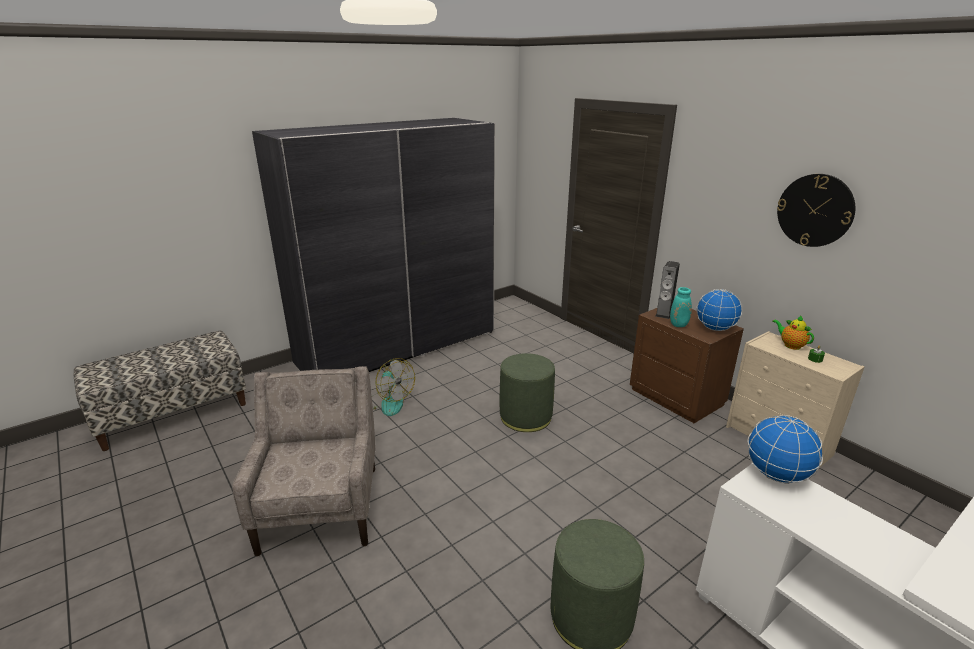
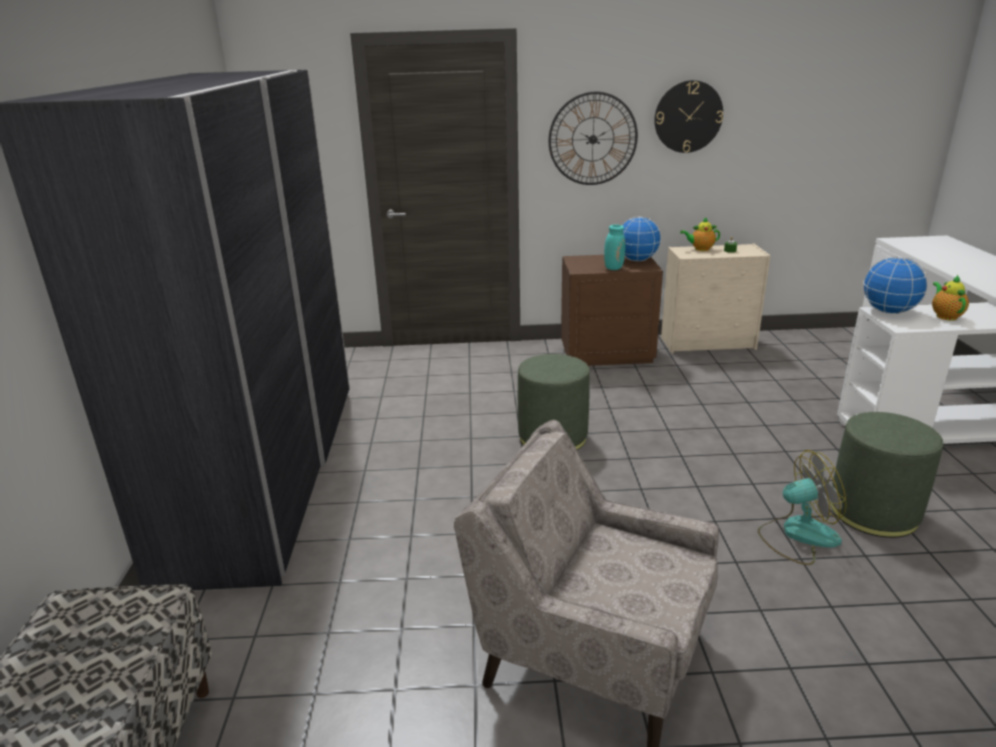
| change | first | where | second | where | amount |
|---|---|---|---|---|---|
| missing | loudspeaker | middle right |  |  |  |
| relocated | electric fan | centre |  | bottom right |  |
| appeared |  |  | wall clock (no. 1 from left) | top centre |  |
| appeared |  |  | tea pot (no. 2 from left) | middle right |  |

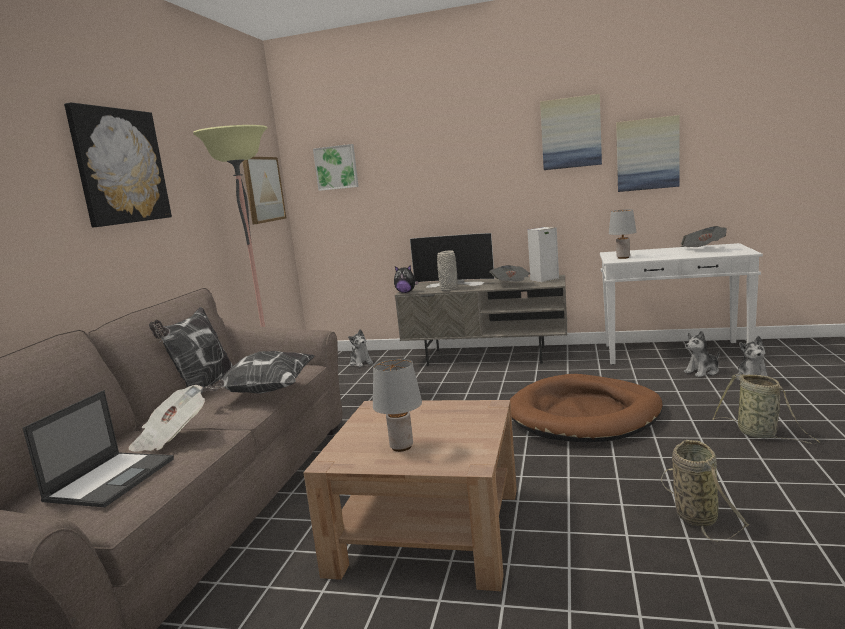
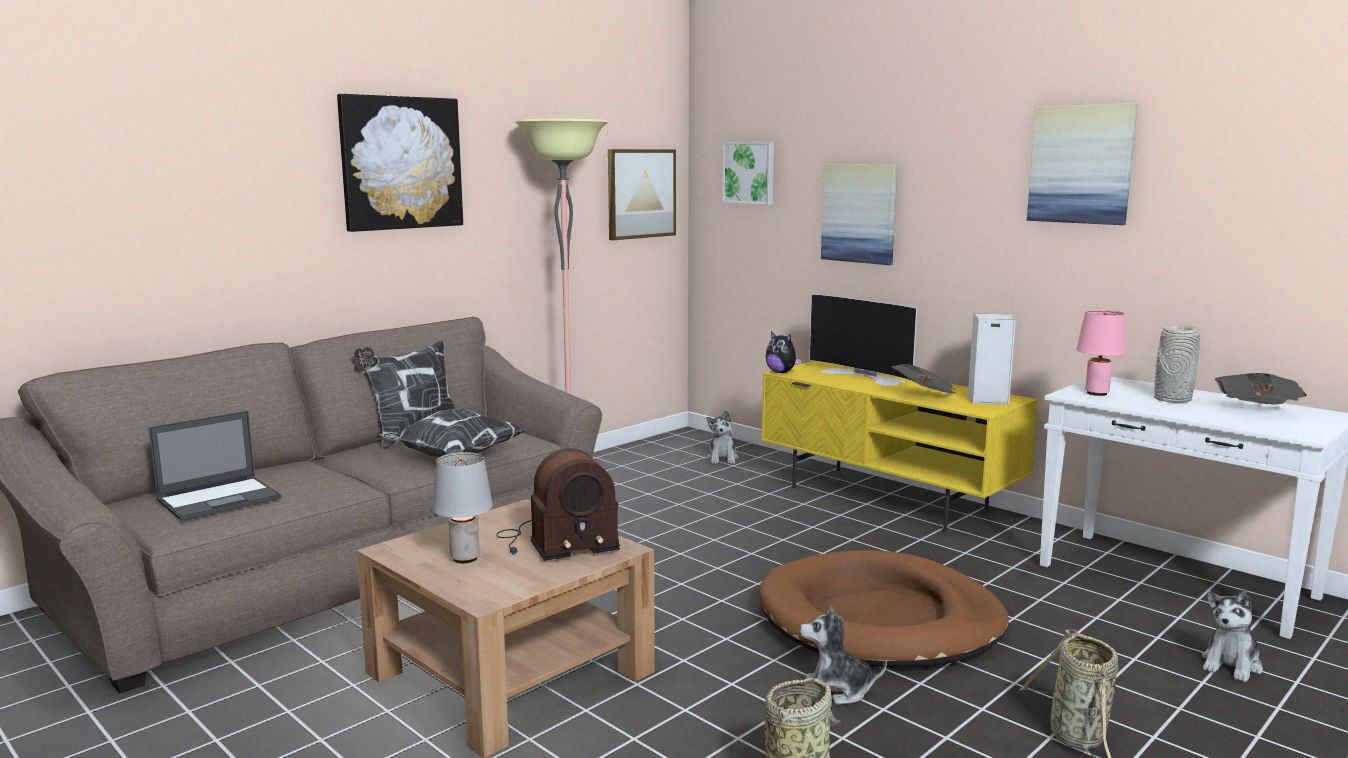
| change | first | where | second | where | amount |
|---|---|---|---|---|---|
| relocated | wall art (no. 5 from left in the first image) | top right | wall art (no. 4 from left) | top centre |  |
| colour | greyish tabletop lamp (no. 2 from left) | middle right | pink-coloured tabletop lamp | middle right |  |
| relocated | greyish vase | centre |  | middle right |  |
| colour | greyish tv stand | centre | yellow-coloured tv stand | middle right |  |
| relocated | cuddly toy (no. 3 from left) | middle right |  | bottom centre |  |
| missing | printed paper (no. 1 from left) | middle left |  |  |  |
| appeared |  |  | radio set | centre |  |

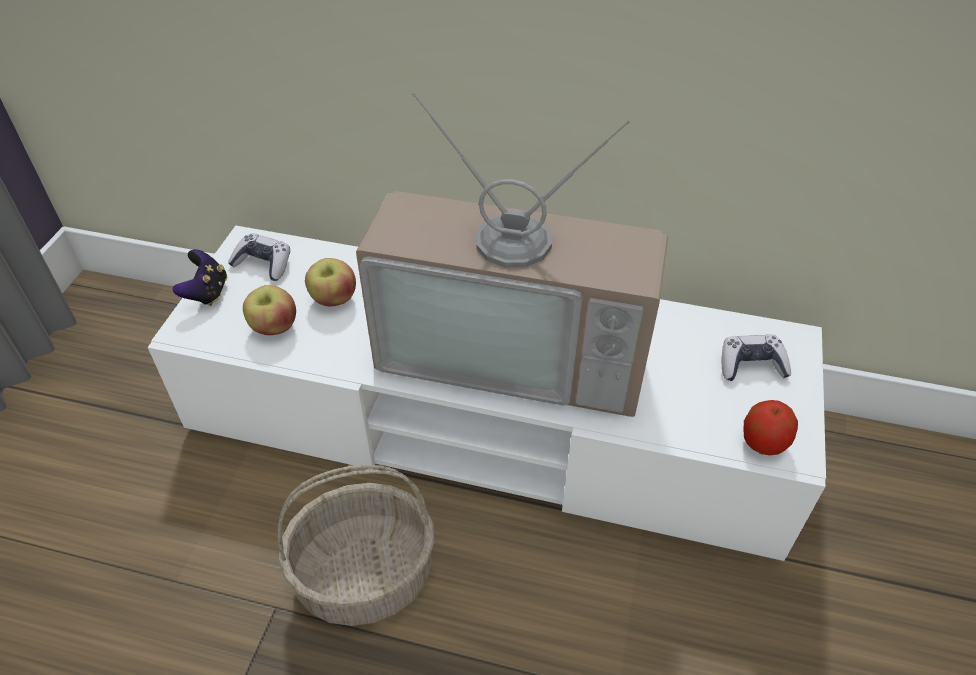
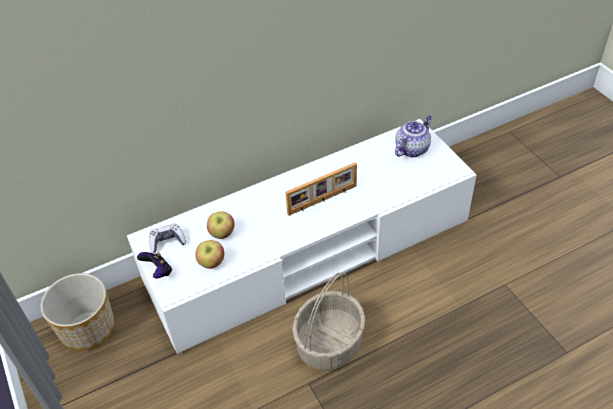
| change | first | where | second | where | amount |
|---|---|---|---|---|---|
| exchanged | television | centre | picture frame | centre |  |
| exchanged | game controller (no. 3 from left) | middle right | tea pot | top right |  |
| missing | apple fruit (no. 3 from left) | middle right |  |  |  |
| appeared |  |  | plant pot | bottom left |  |

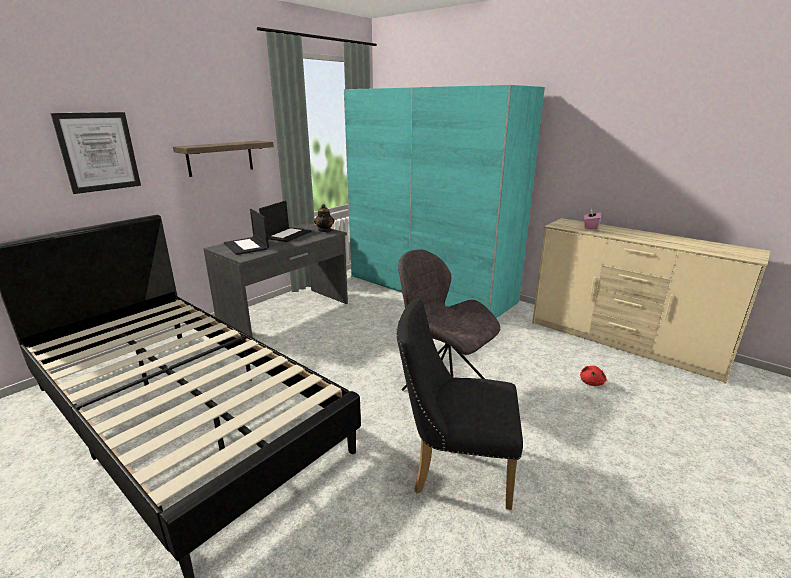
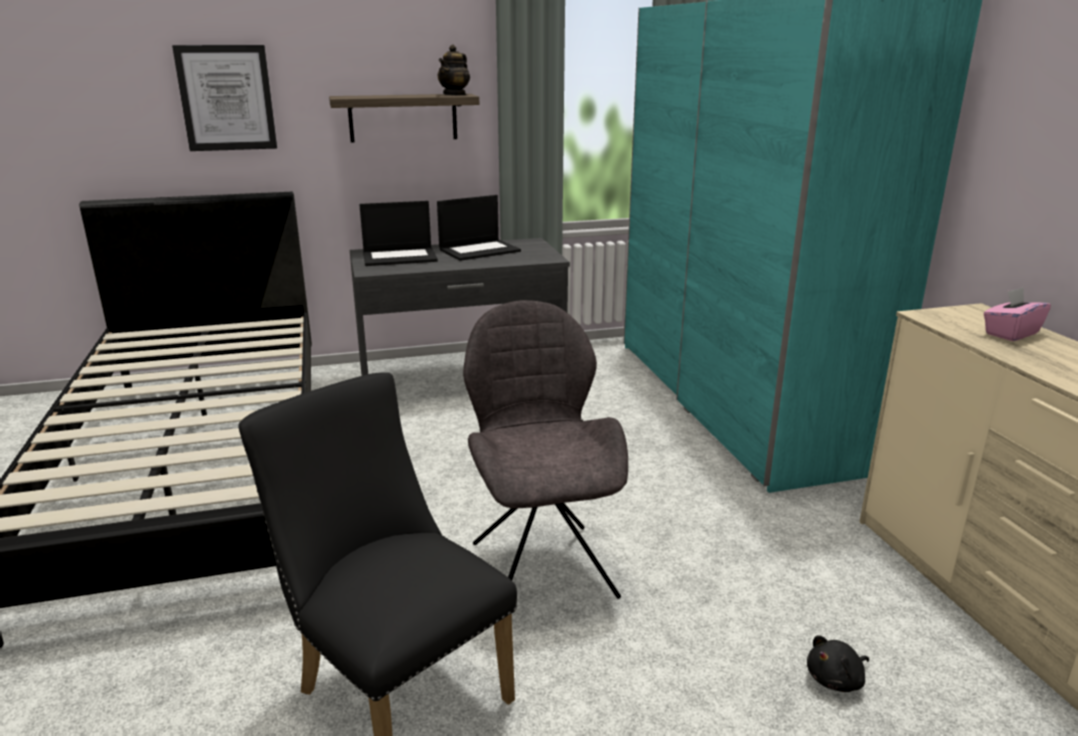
| change | first | where | second | where | amount |
|---|---|---|---|---|---|
| relocated | tea pot | centre |  | top centre |  |
| spun | notebook computer (no. 1 from left) | middle left |  | top centre | 105 degrees counterclockwise |
| colour | red-coloured cuddly toy | middle right | black cuddly toy | bottom right |  |

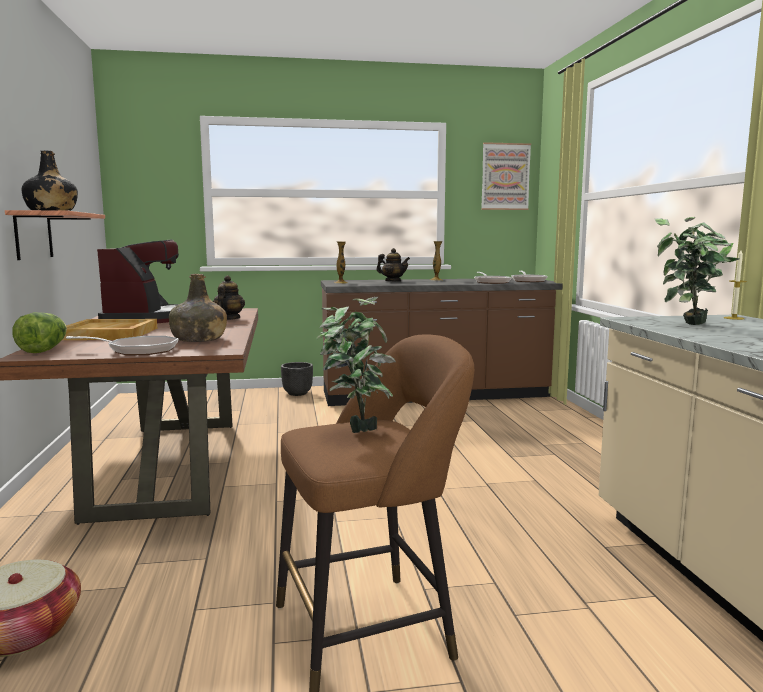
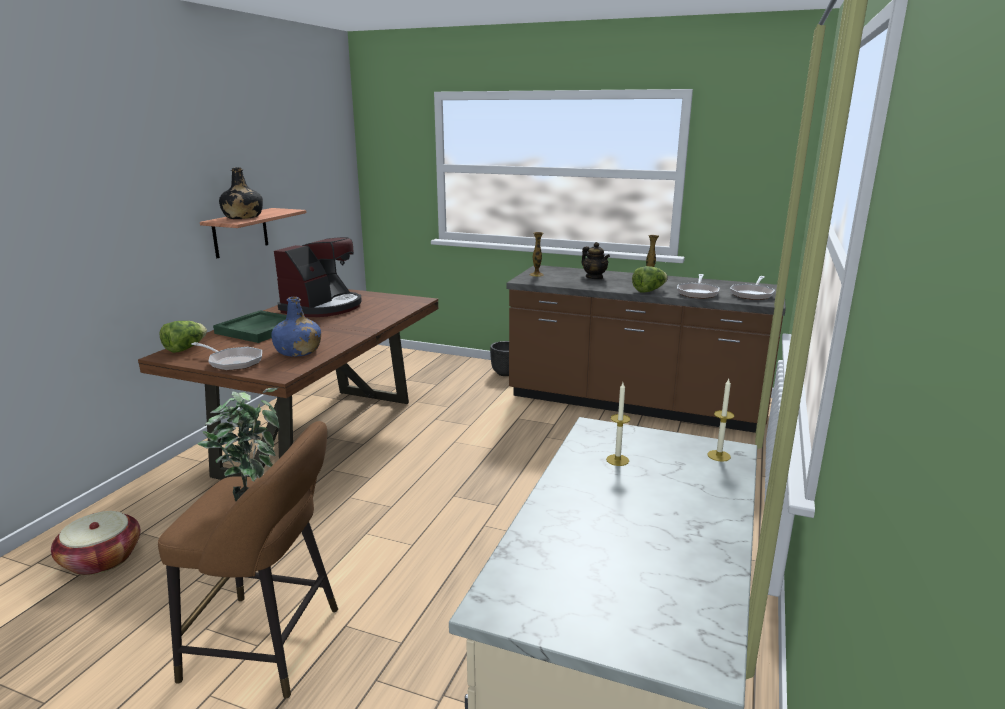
| change | first | where | second | where | amount |
|---|---|---|---|---|---|
| missing | wall art | top centre |  |  |  |
| exchanged | houseplant (no. 2 from left) | middle right | wax light (no. 1 from left) | centre |  |
| colour | green-coloured drink bottle | middle left | blue-coloured drink bottle | middle left |  |
| missing | tea pot (no. 1 from left) | middle left |  |  |  |
| colour | beige-coloured serving tray | middle left | green-coloured serving tray | middle left |  |
| appeared |  |  | head of lettuce (no. 2 from left) | centre |  |

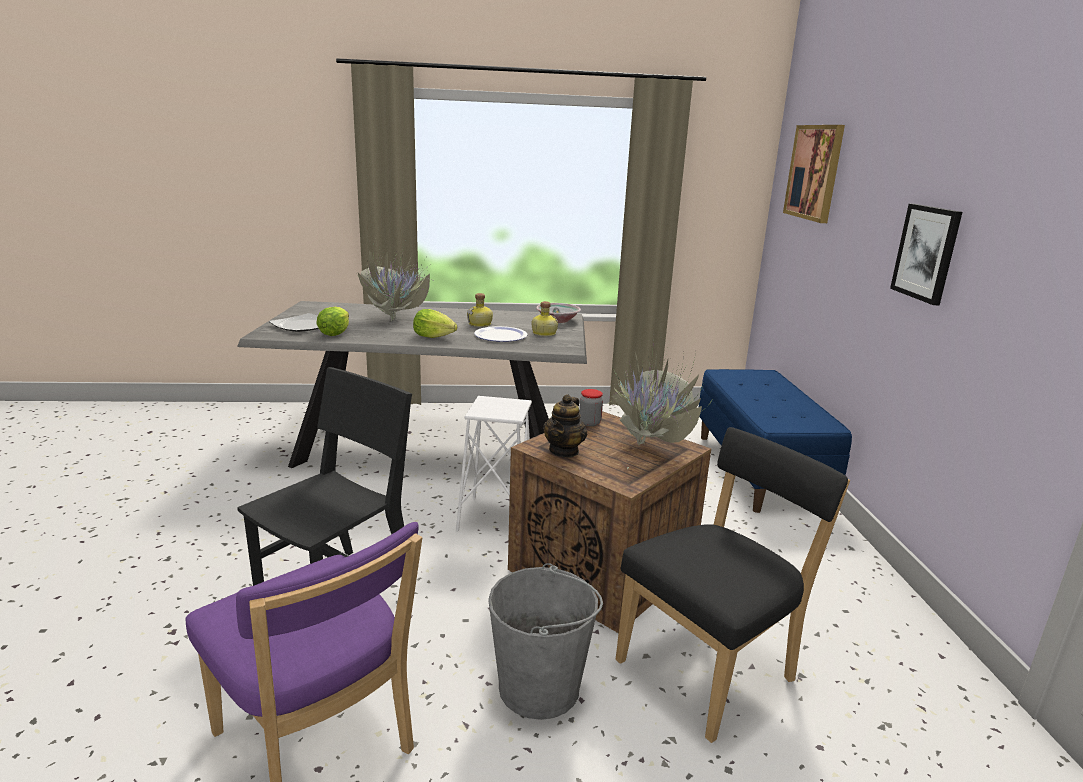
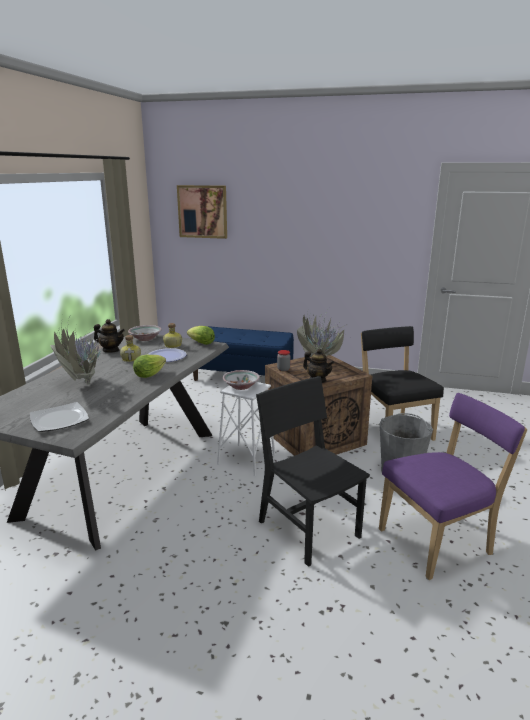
| change | first | where | second | where | amount |
|---|---|---|---|---|---|
| missing | wall art (no. 2 from left) | top right |  |  |  |
| relocated | head of lettuce (no. 1 from left in the first image) | middle left | head of lettuce (no. 2 from left) | centre |  |
| appeared |  |  | tea pot (no. 1 from left) | middle left |  |
| appeared |  |  | deep dish (no. 2 from left) | centre |  |

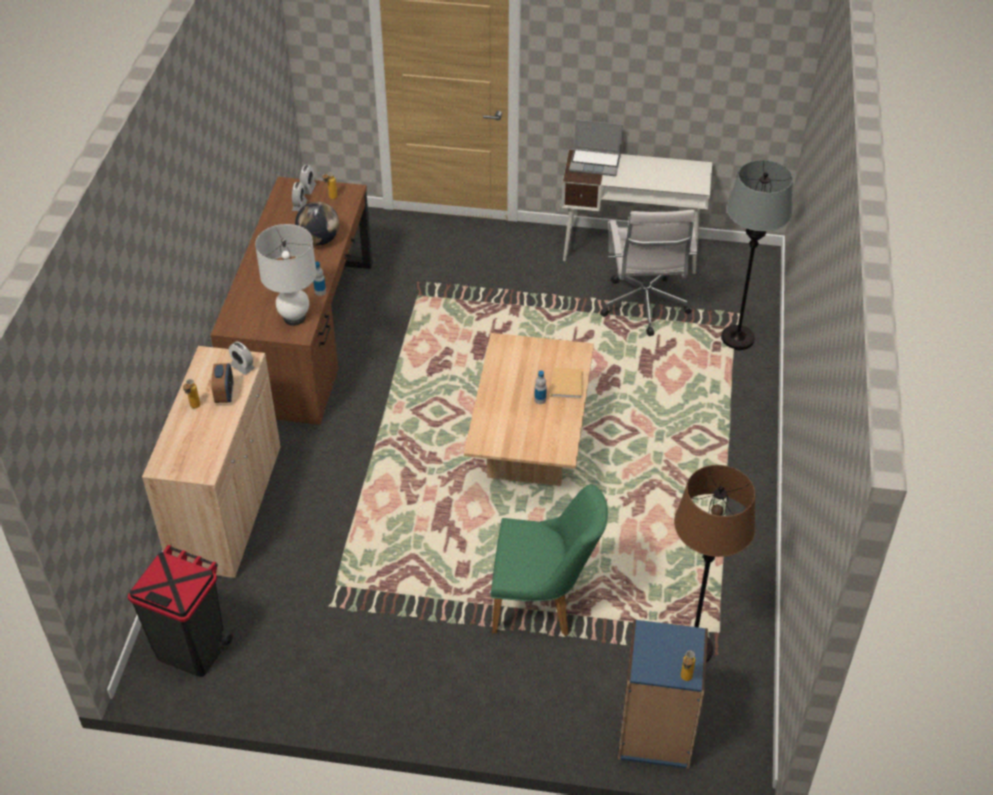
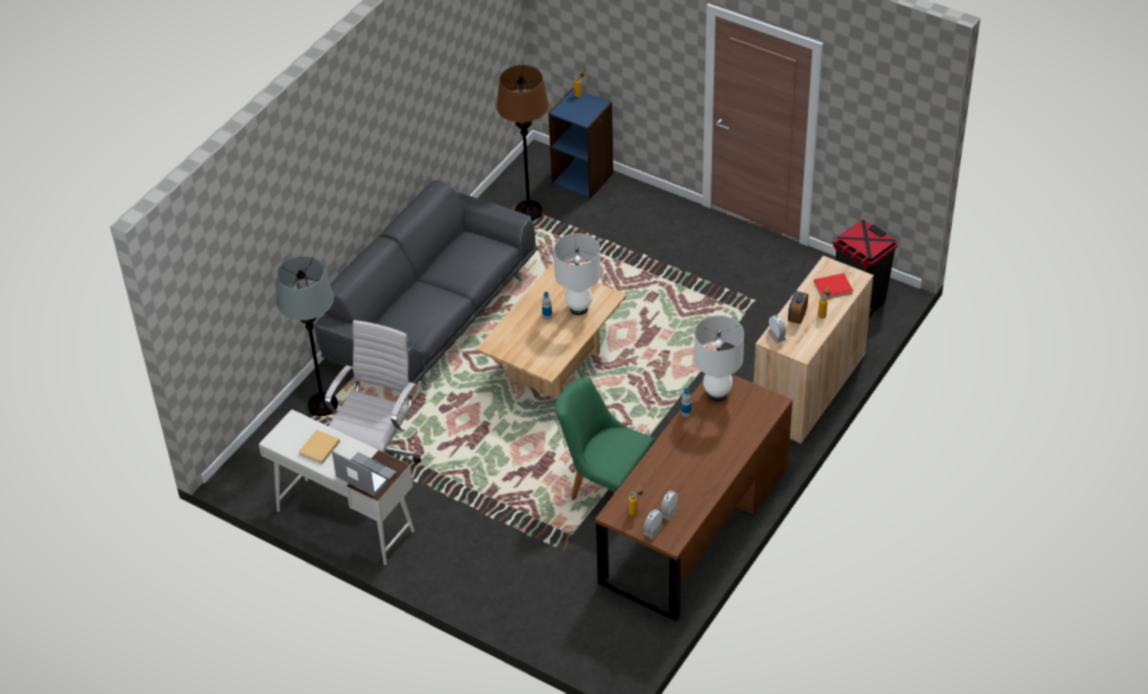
| change | first | where | second | where | amount |
|---|---|---|---|---|---|
| missing | world globe | top left |  |  |  |
| relocated | beige-coloured bound book | centre |  | middle left |  |
| relocated | green-coloured upright chair | bottom centre |  | centre |  |
| appeared |  |  | greyish couch | centre |  |
| appeared |  |  | white tabletop lamp (no. 1 from left) | centre |  |
| appeared |  |  | red-coloured bound book | middle right |  |

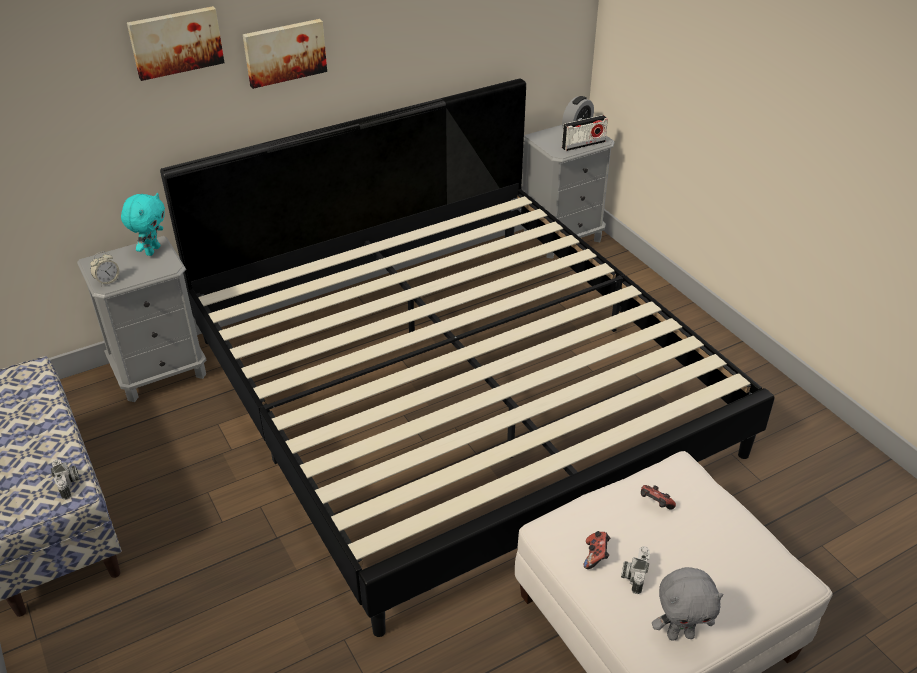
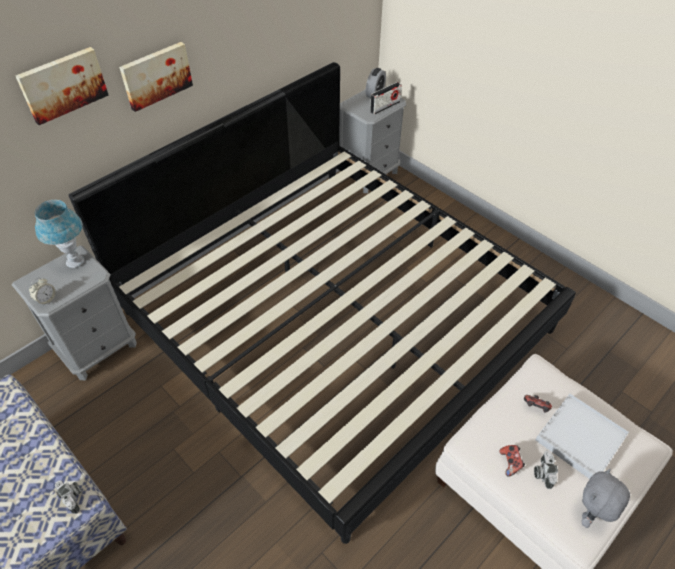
| change | first | where | second | where | amount |
|---|---|---|---|---|---|
| exchanged | blue-green cuddly toy | top left | blue-coloured tabletop lamp | middle left |  |
| spun | greyish cuddly toy | bottom right |  | bottom right | 150 degrees clockwise |
| appeared |  |  | white serving tray | bottom right |  |

